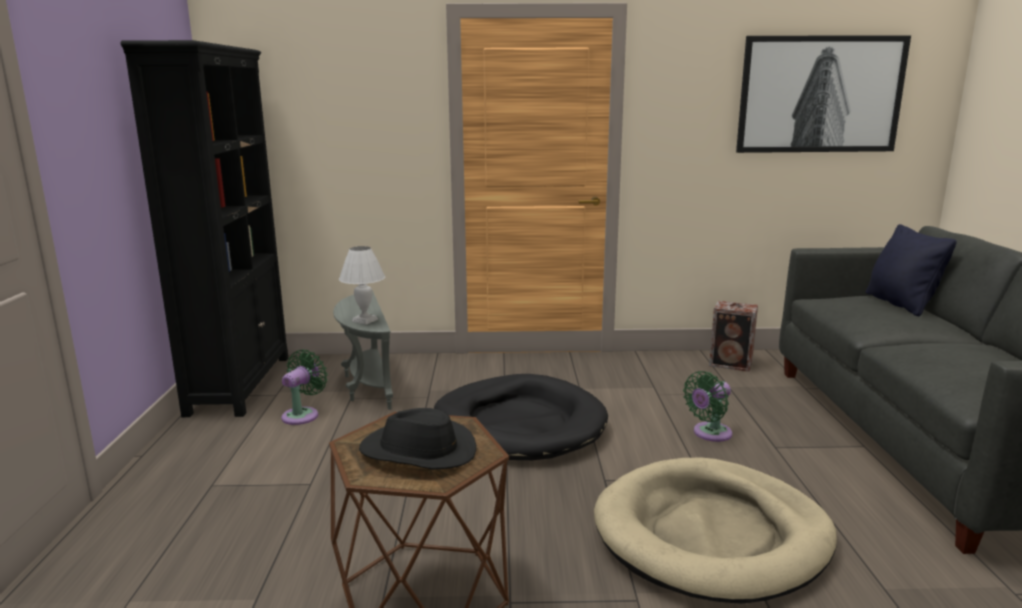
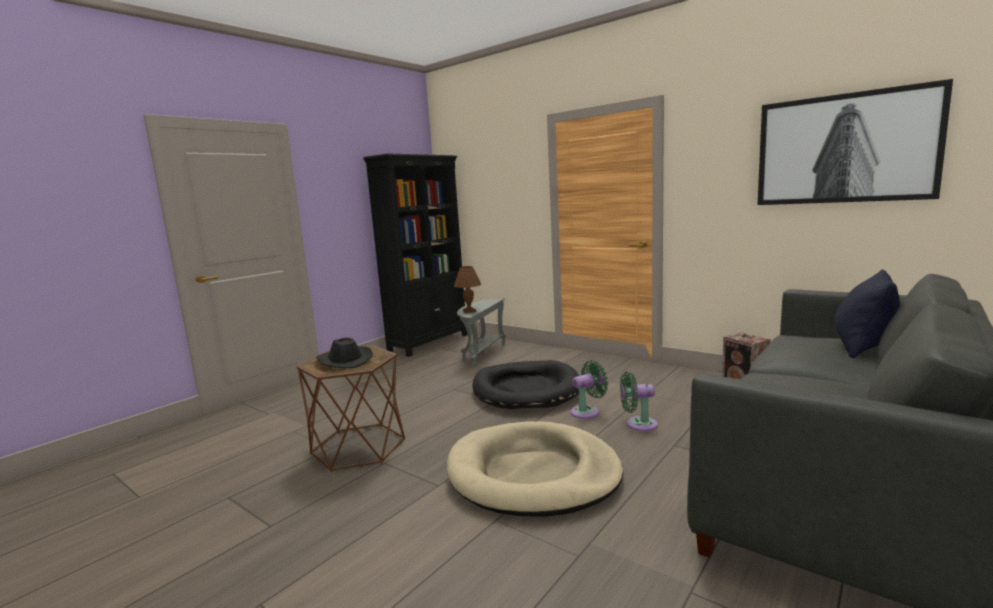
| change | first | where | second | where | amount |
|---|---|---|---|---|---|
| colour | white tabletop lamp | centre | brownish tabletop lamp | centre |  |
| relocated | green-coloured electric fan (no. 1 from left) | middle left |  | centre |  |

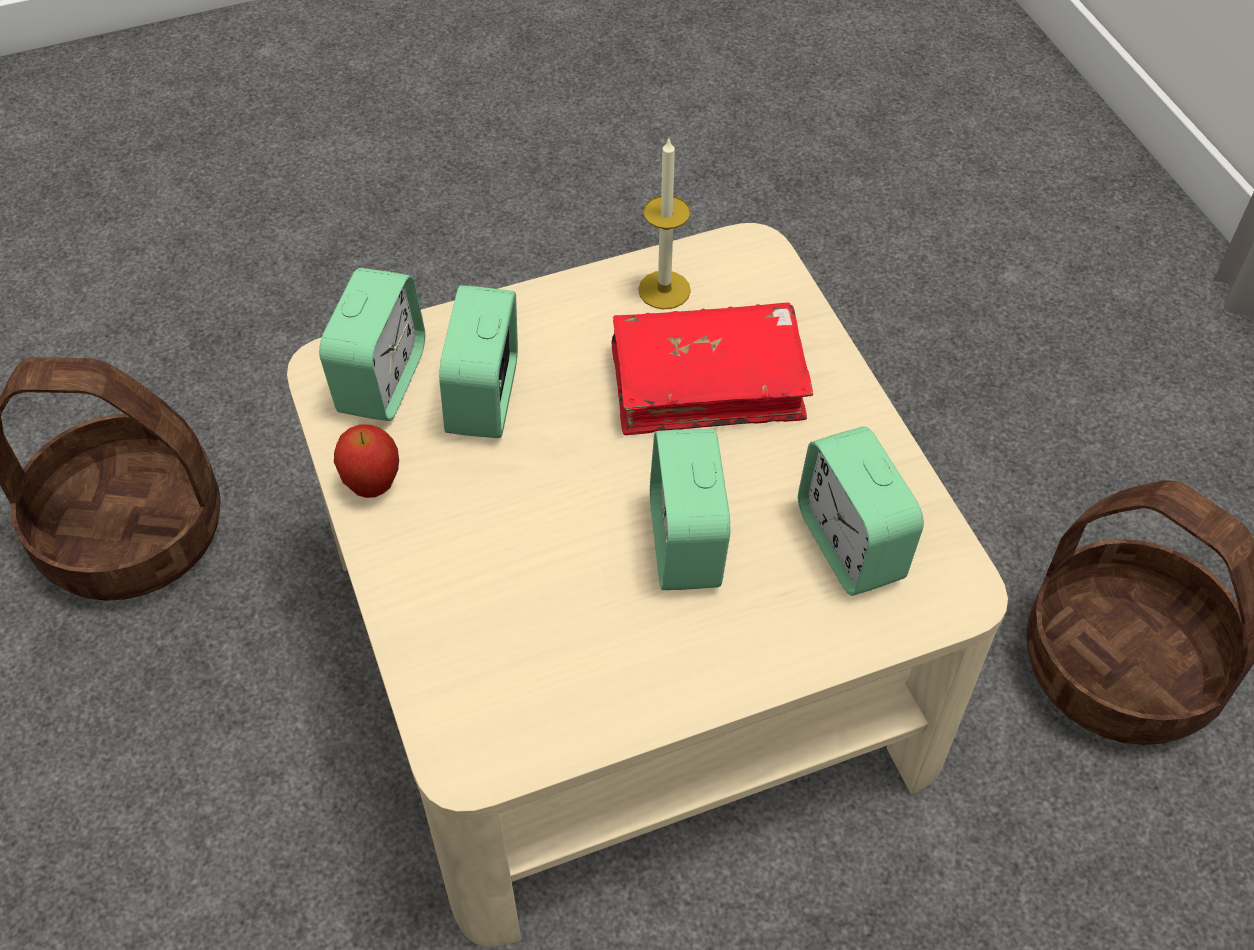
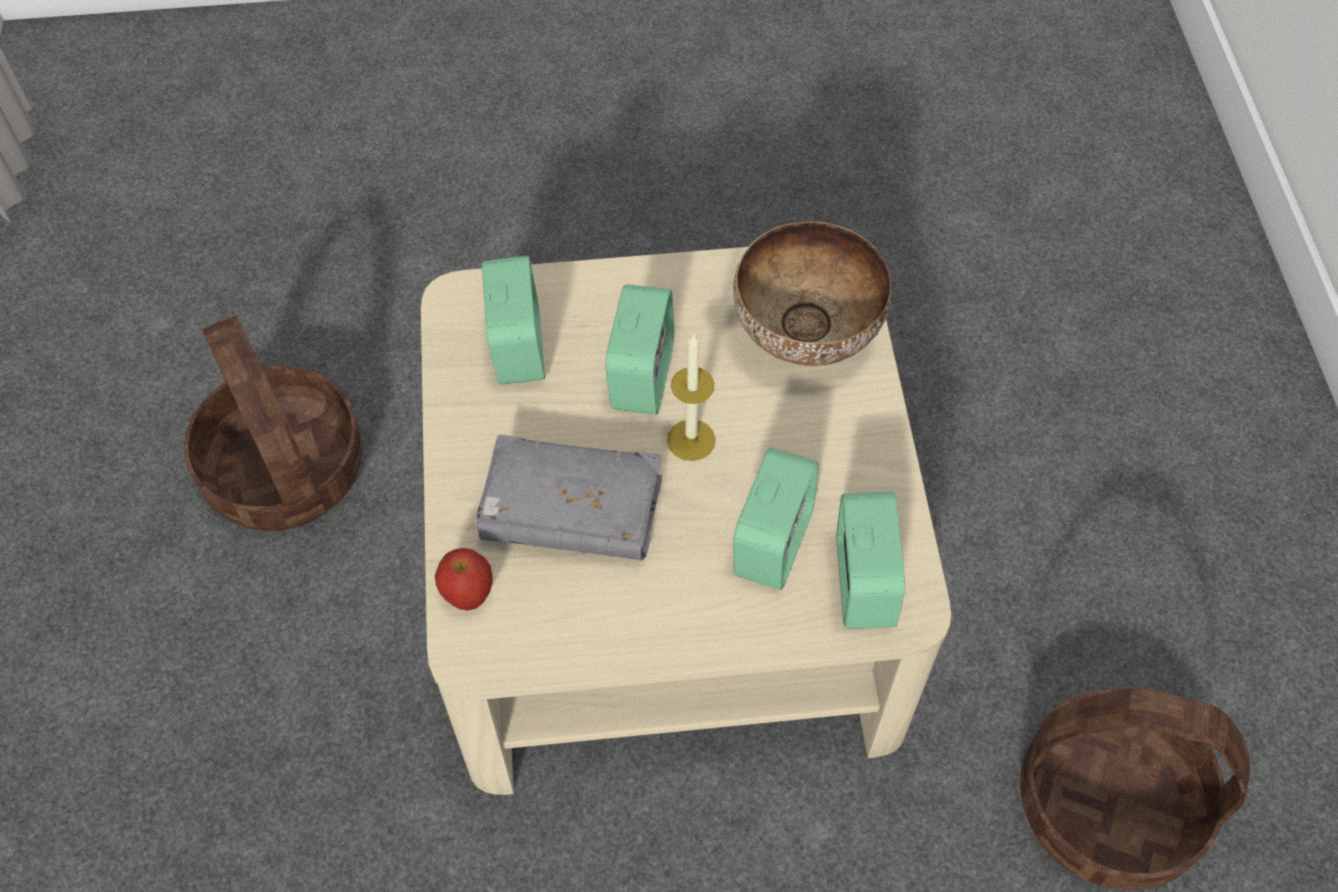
| change | first | where | second | where | amount |
|---|---|---|---|---|---|
| relocated | wax light | top centre |  | centre |  |
| spun | alarm clock (no. 1 from left in the first image) | middle left | alarm clock (no. 4 from left) | centre | 150 degrees clockwise |
| colour | red-coloured bound book | centre | greyish bound book | centre |  |
| relocated | apple fruit | middle left |  | centre |  |
| appeared |  |  | deep dish | top centre |  |

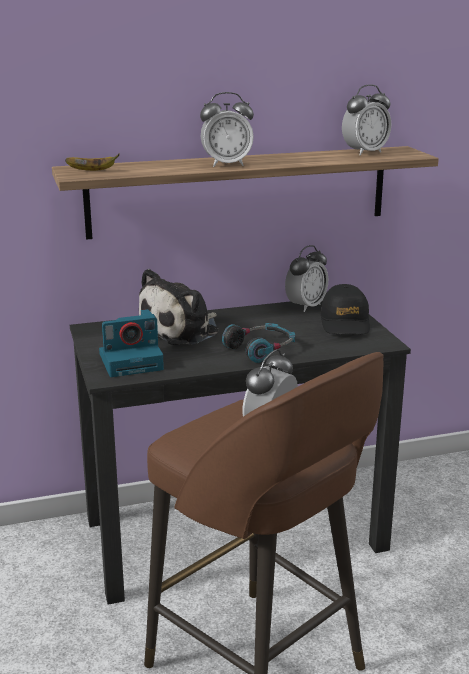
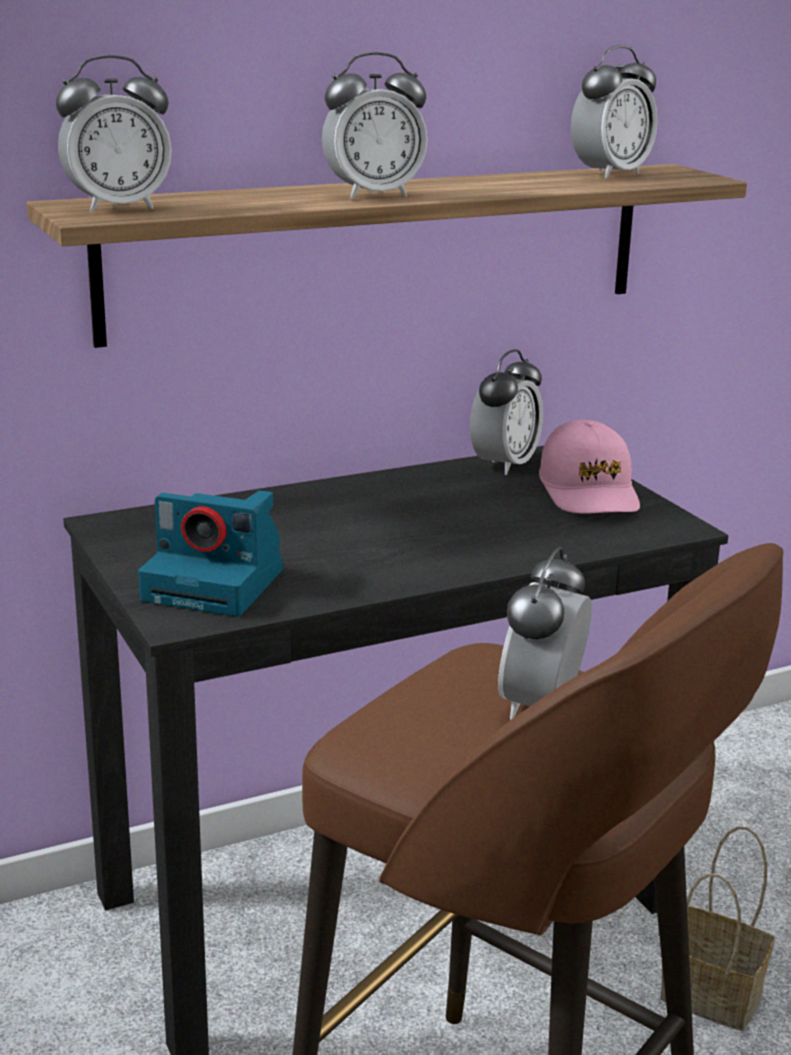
| change | first | where | second | where | amount |
|---|---|---|---|---|---|
| exchanged | whole banana | top left | alarm clock (no. 1 from left) | top left |  |
| missing | cuddly toy | centre |  |  |  |
| colour | black peaked cap | middle right | pink-coloured peaked cap | middle right |  |
| spun | still camera | middle left |  | middle left | 45 degrees clockwise |
| missing | headphones | centre |  |  |  |
| appeared |  |  | household basket | bottom right |  |

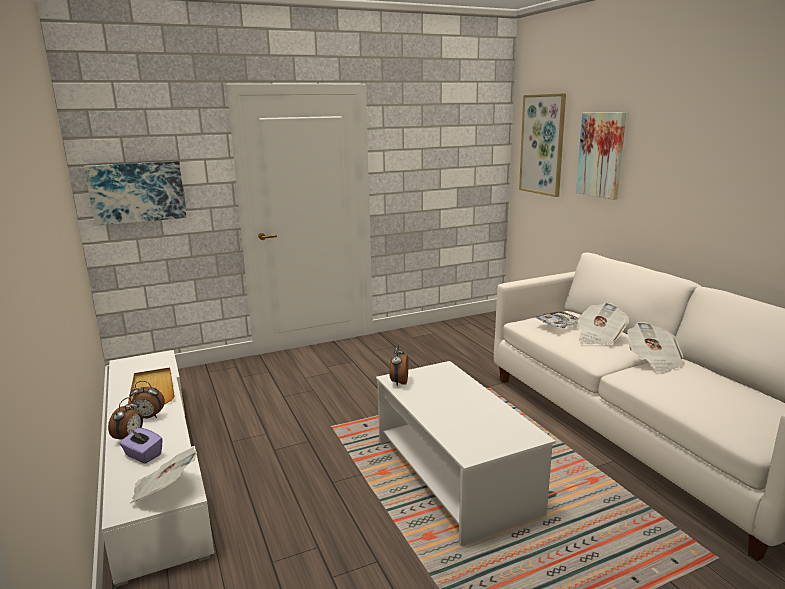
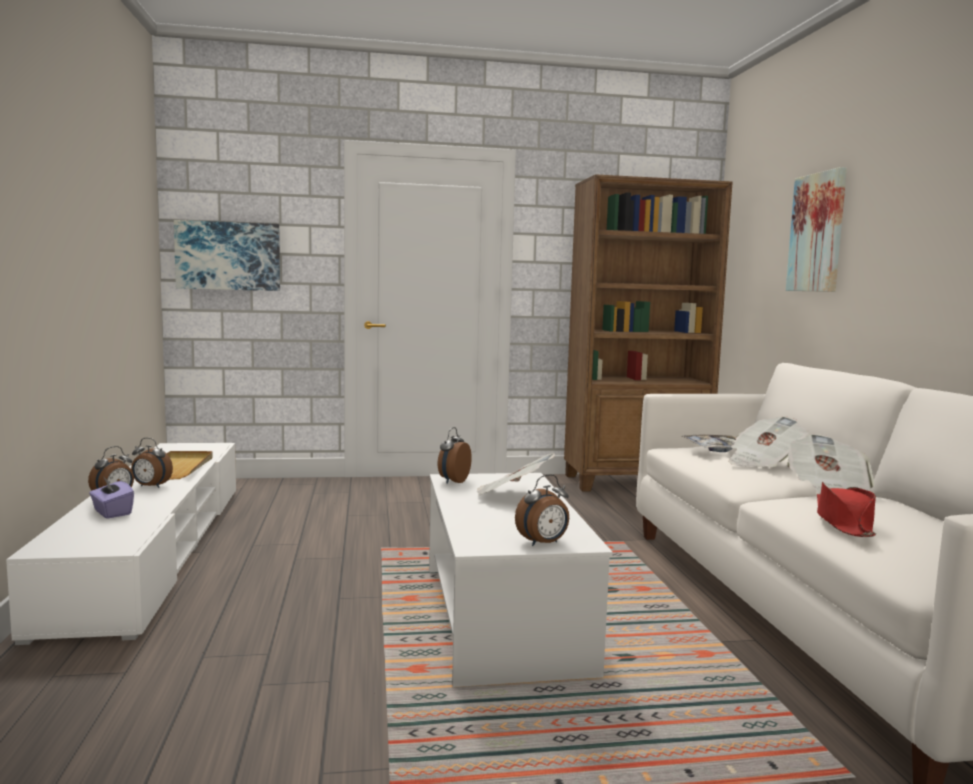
| change | first | where | second | where | amount |
|---|---|---|---|---|---|
| missing | wall art (no. 2 from left) | top right |  |  |  |
| relocated | printed paper (no. 1 from left) | bottom left |  | centre |  |
| appeared |  |  | brownish bookshelf | centre |  |
| appeared |  |  | alarm clock (no. 4 from left) | centre |  |
| appeared |  |  | red-coloured clothing hat | middle right |  |

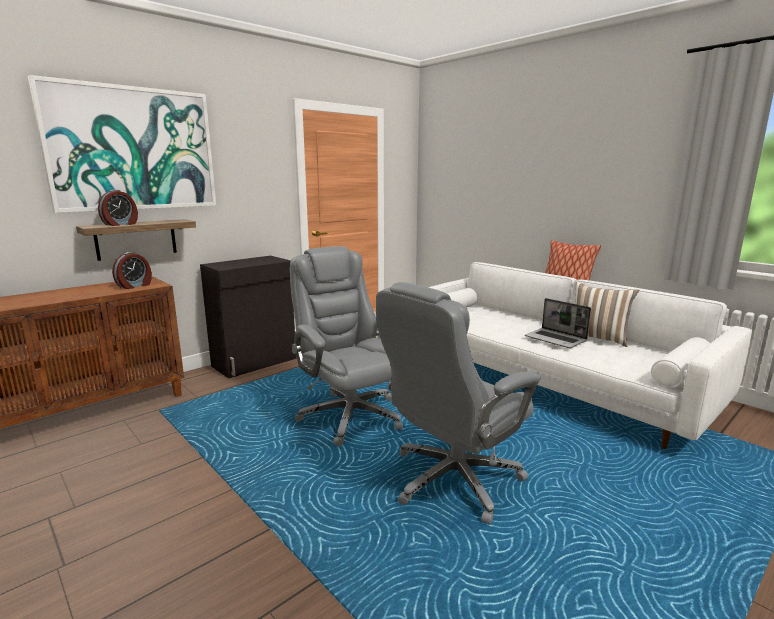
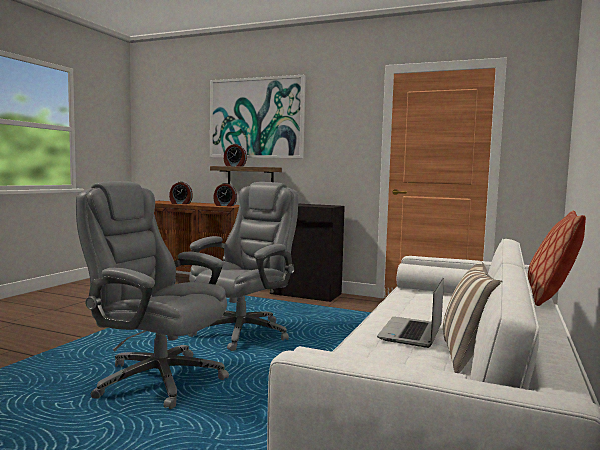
| change | first | where | second | where | amount |
|---|---|---|---|---|---|
| appeared |  |  | alarm clock (no. 1 from left) | middle left |  |

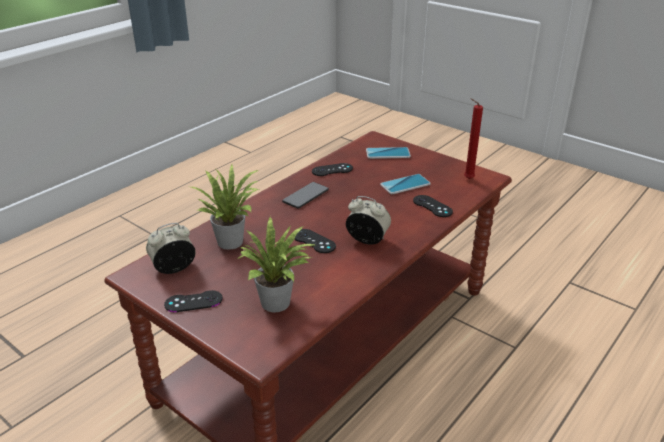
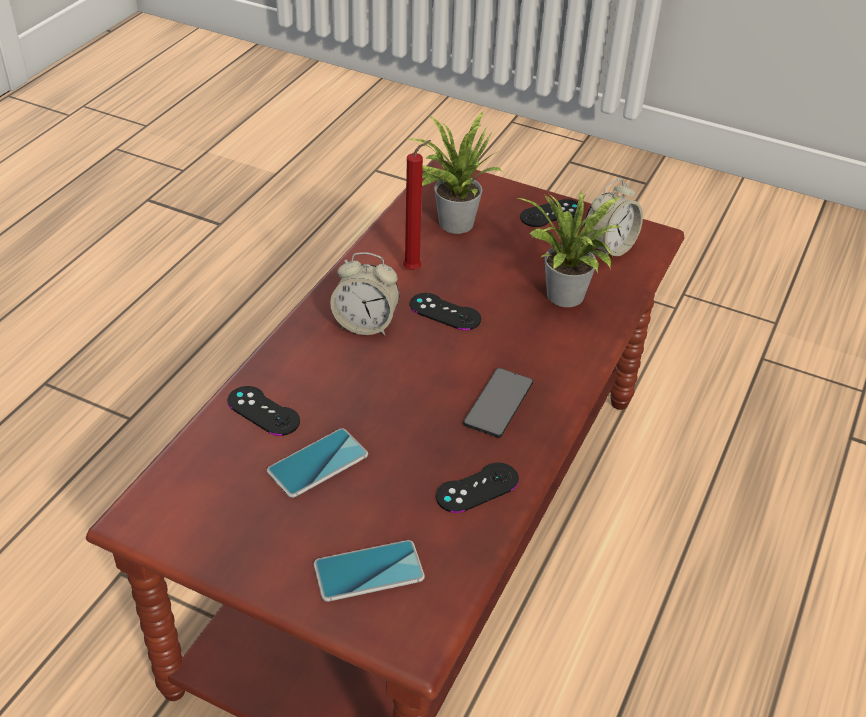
| change | first | where | second | where | amount |
|---|---|---|---|---|---|
| relocated | red-coloured wax light | top right |  | top centre |  |

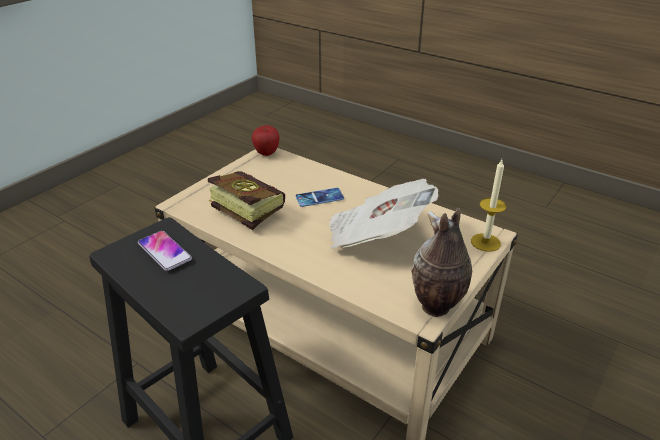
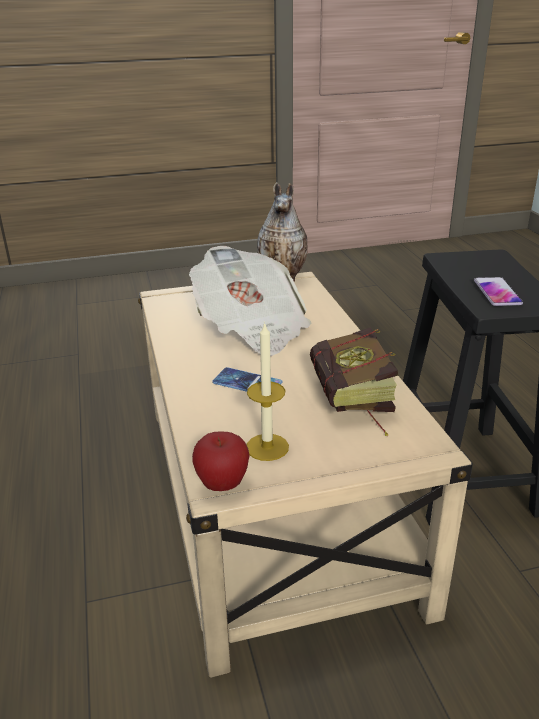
| change | first | where | second | where | amount |
|---|---|---|---|---|---|
| relocated | wax light | middle right |  | centre |  |

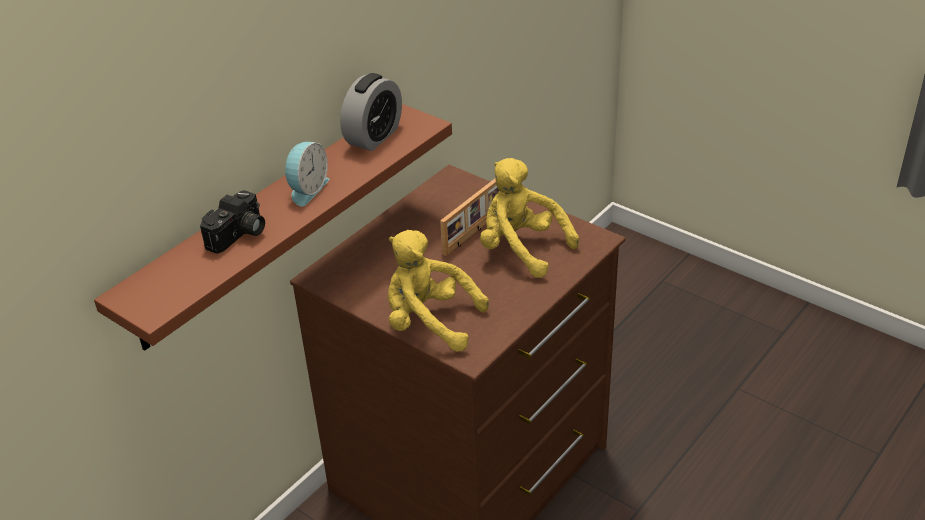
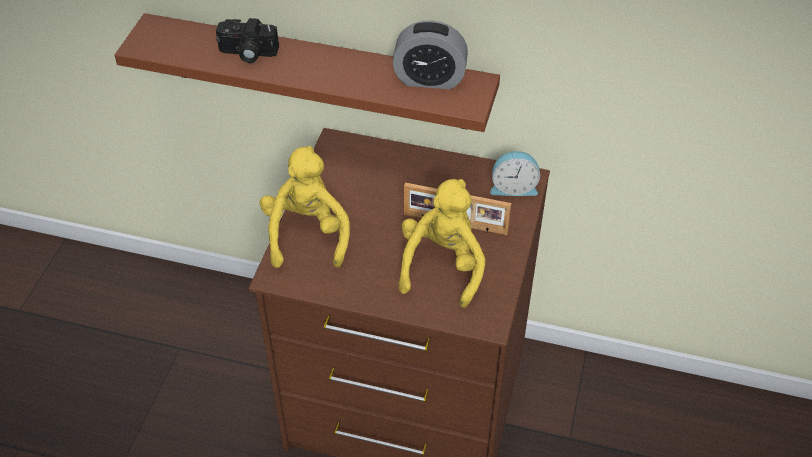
| change | first | where | second | where | amount |
|---|---|---|---|---|---|
| relocated | alarm clock (no. 1 from left in the first image) | middle left | alarm clock (no. 2 from left) | centre |  |

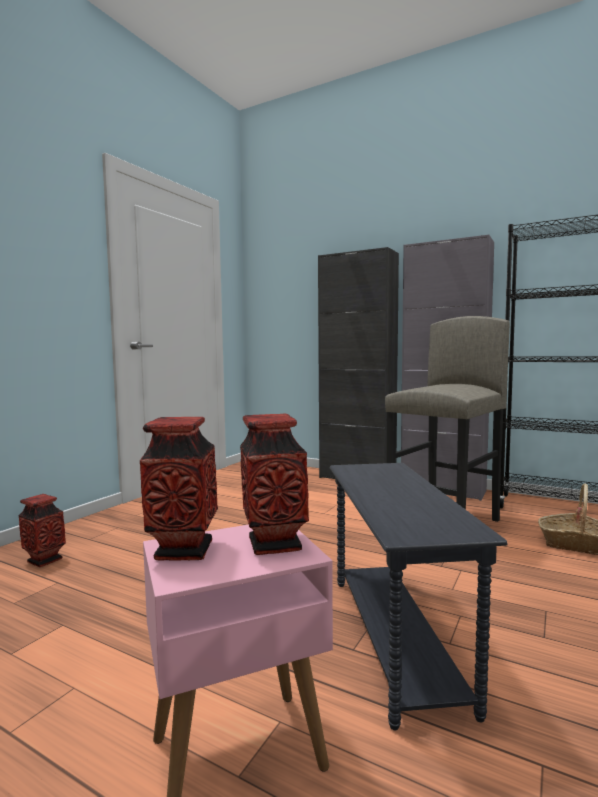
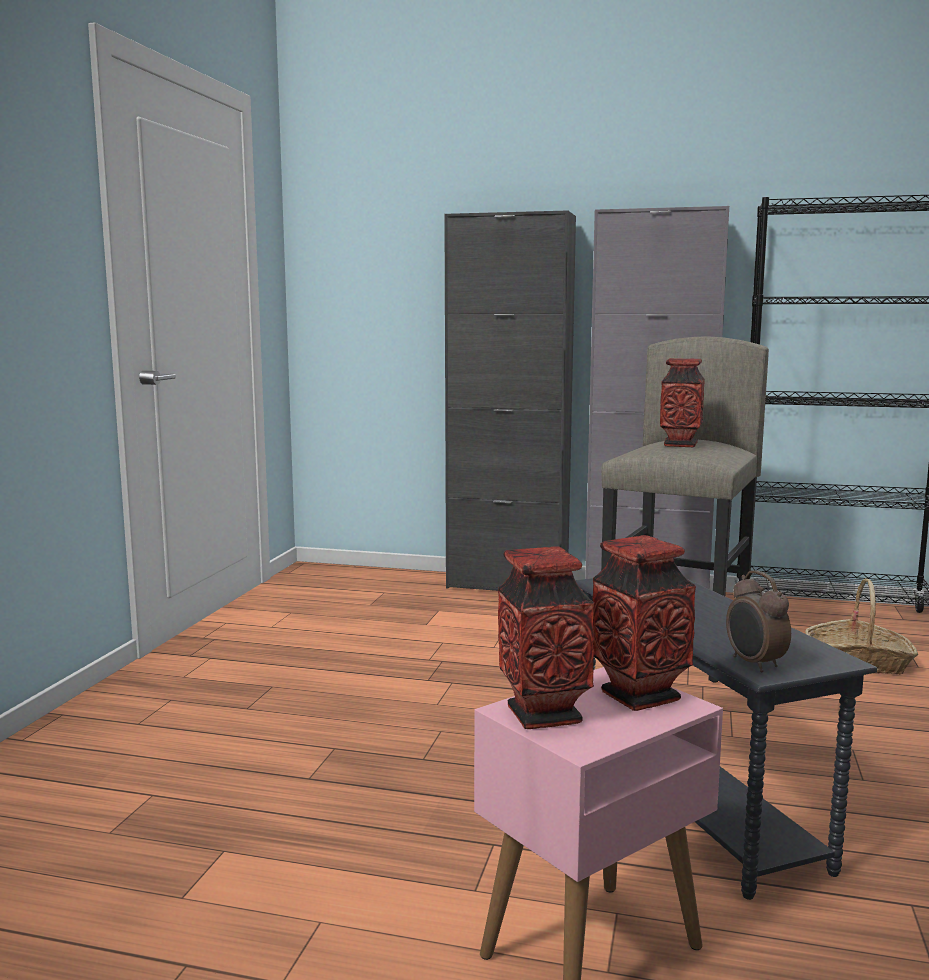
| change | first | where | second | where | amount |
|---|---|---|---|---|---|
| relocated | vase (no. 1 from left in the first image) | middle left | vase (no. 3 from left) | middle right |  |
| appeared |  |  | alarm clock | middle right |  |

